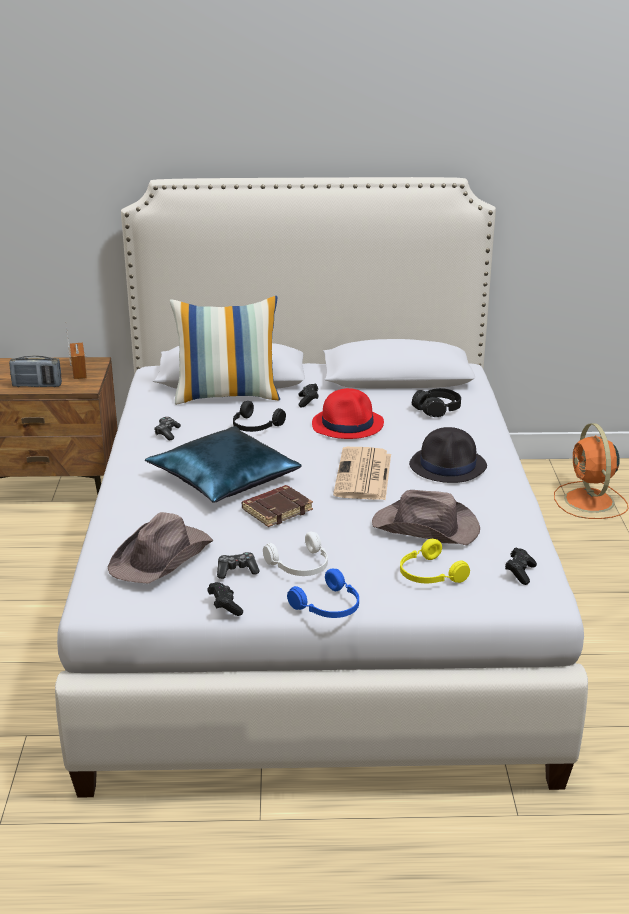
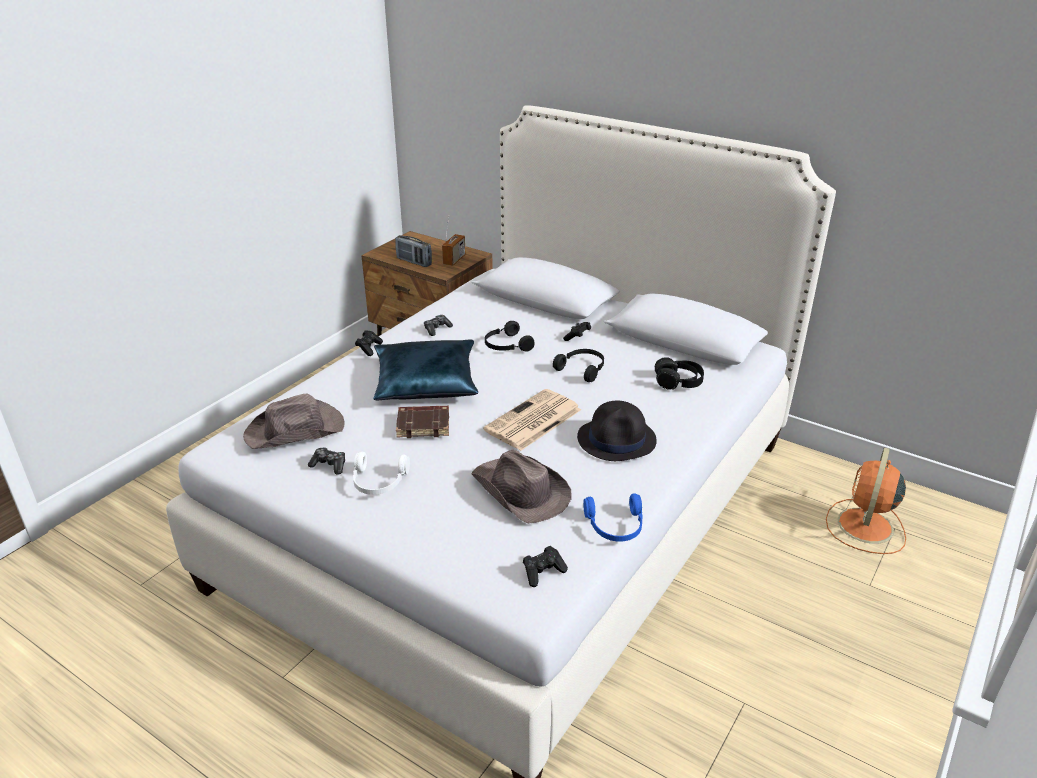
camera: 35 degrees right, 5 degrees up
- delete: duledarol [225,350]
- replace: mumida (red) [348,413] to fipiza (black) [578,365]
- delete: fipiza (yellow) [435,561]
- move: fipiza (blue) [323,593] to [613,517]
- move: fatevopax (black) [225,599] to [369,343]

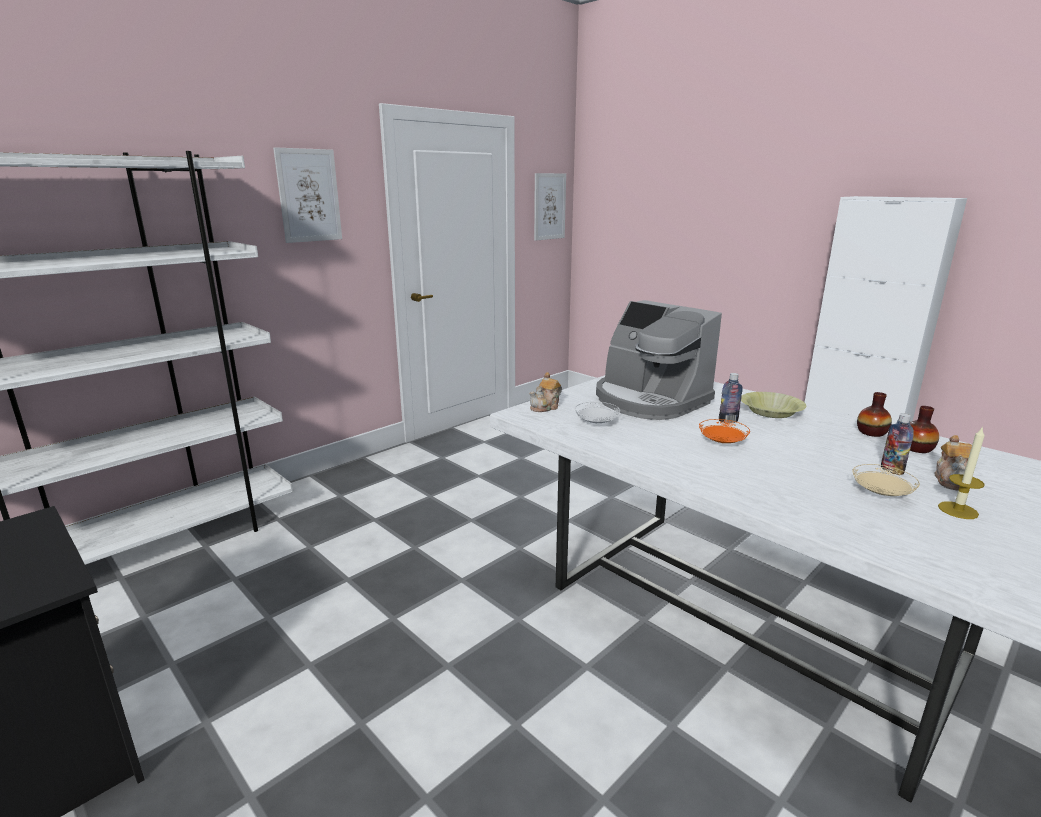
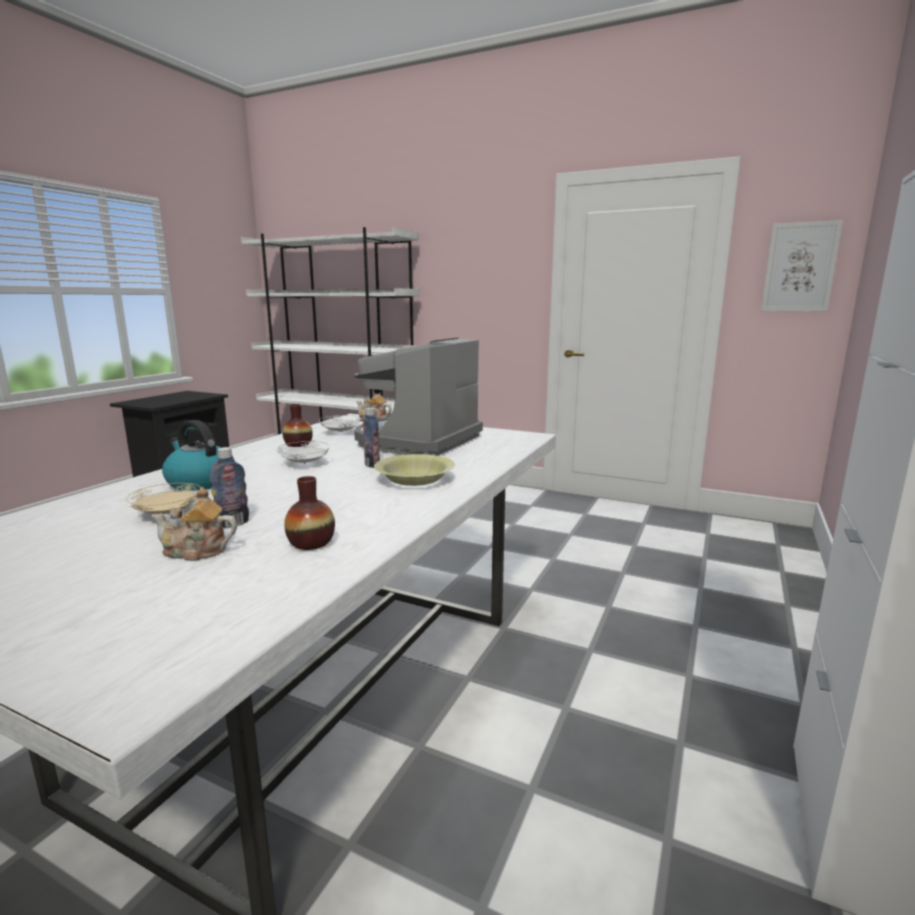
camera: 70 degrees right, 5 degrees down
- delete: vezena [307,195]
- move: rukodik [874,414] to [297,425]
- recolor: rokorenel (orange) [724,431] to rokorenel (white) [303,452]
- delete: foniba [961,472]
- insert: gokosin [198,455]

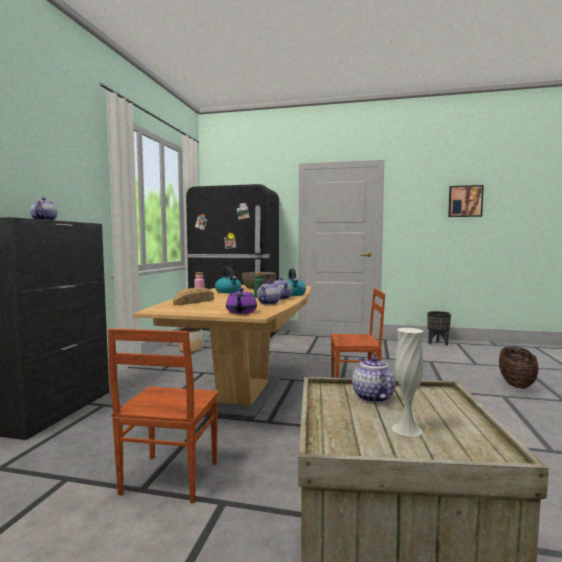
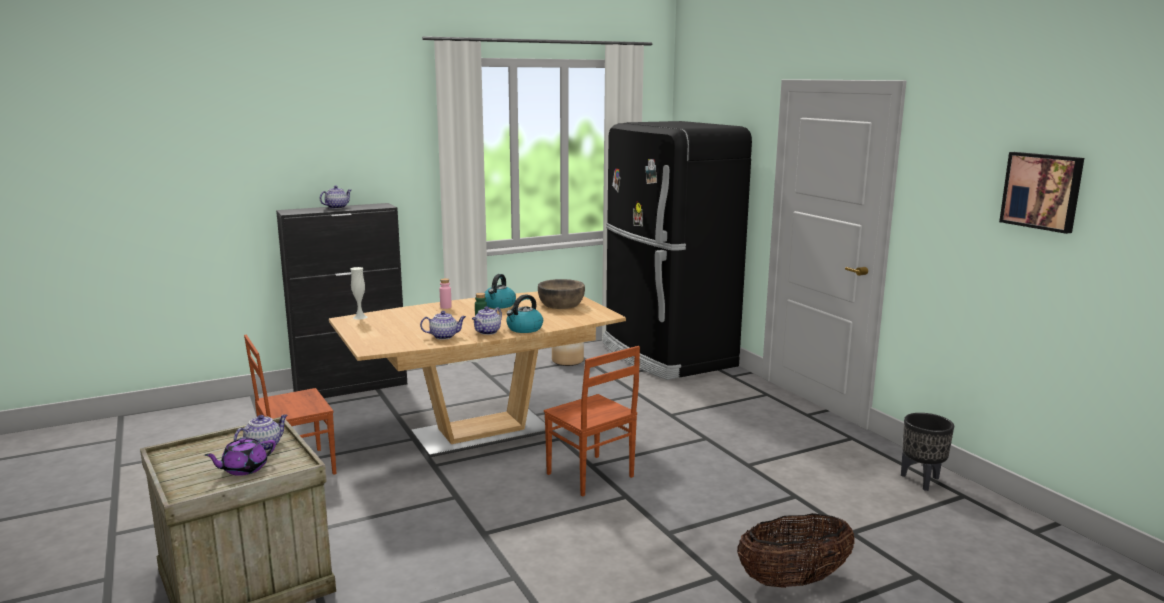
camera: 50 degrees right, 10 degrees up
- delete: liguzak [193,296]
- move: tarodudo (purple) [241,301] to [240,456]
- move: rukodik (white) [407,382] to [359,293]

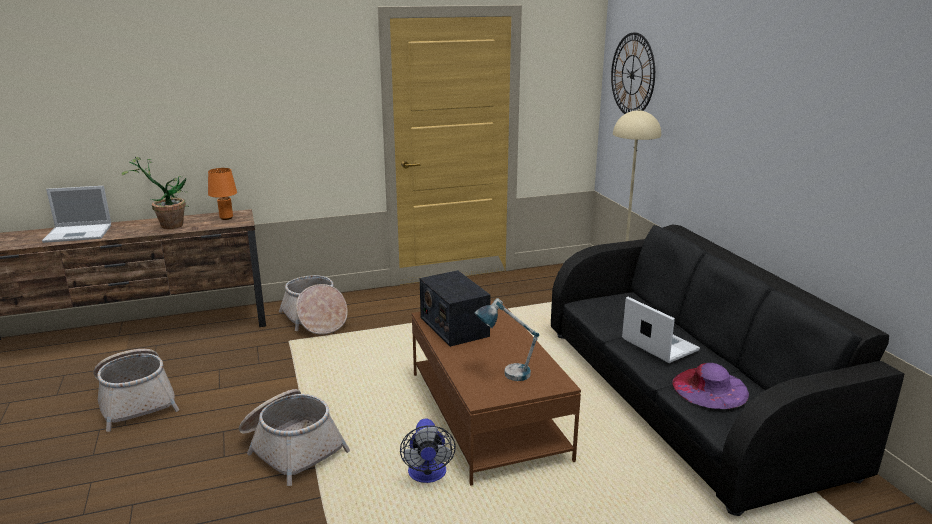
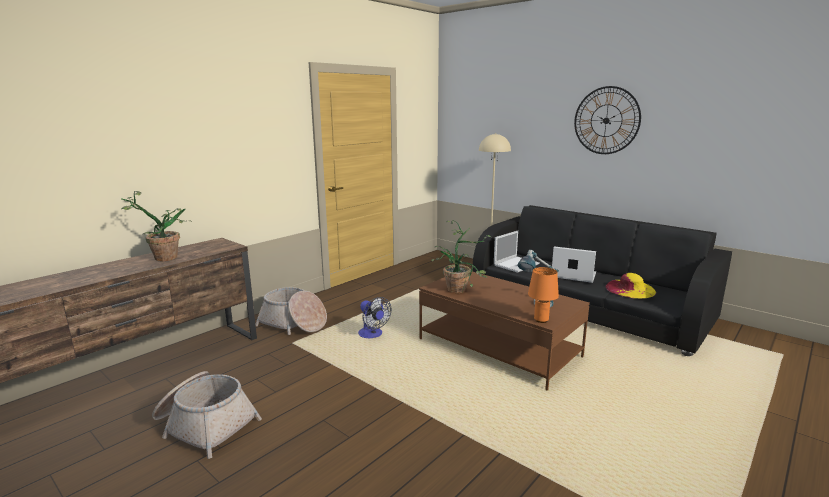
camera: 30 degrees left, 5 degrees down
- move: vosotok [633,73] to [607,120]
- move: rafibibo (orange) [222,194] to [543,295]
- move: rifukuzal [76,214] to [517,252]
- replace: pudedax [455,308] to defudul [461,257]
- recolor: mumida (purple) [710,386] to mumida (yellow) [630,286]
- delete: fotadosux [294,437]
- move: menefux [428,451] to [374,317]

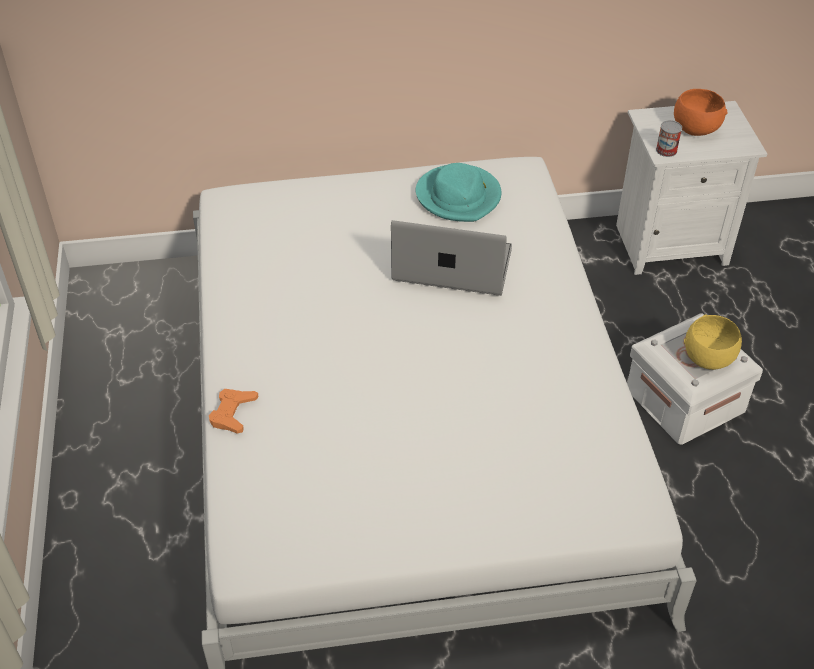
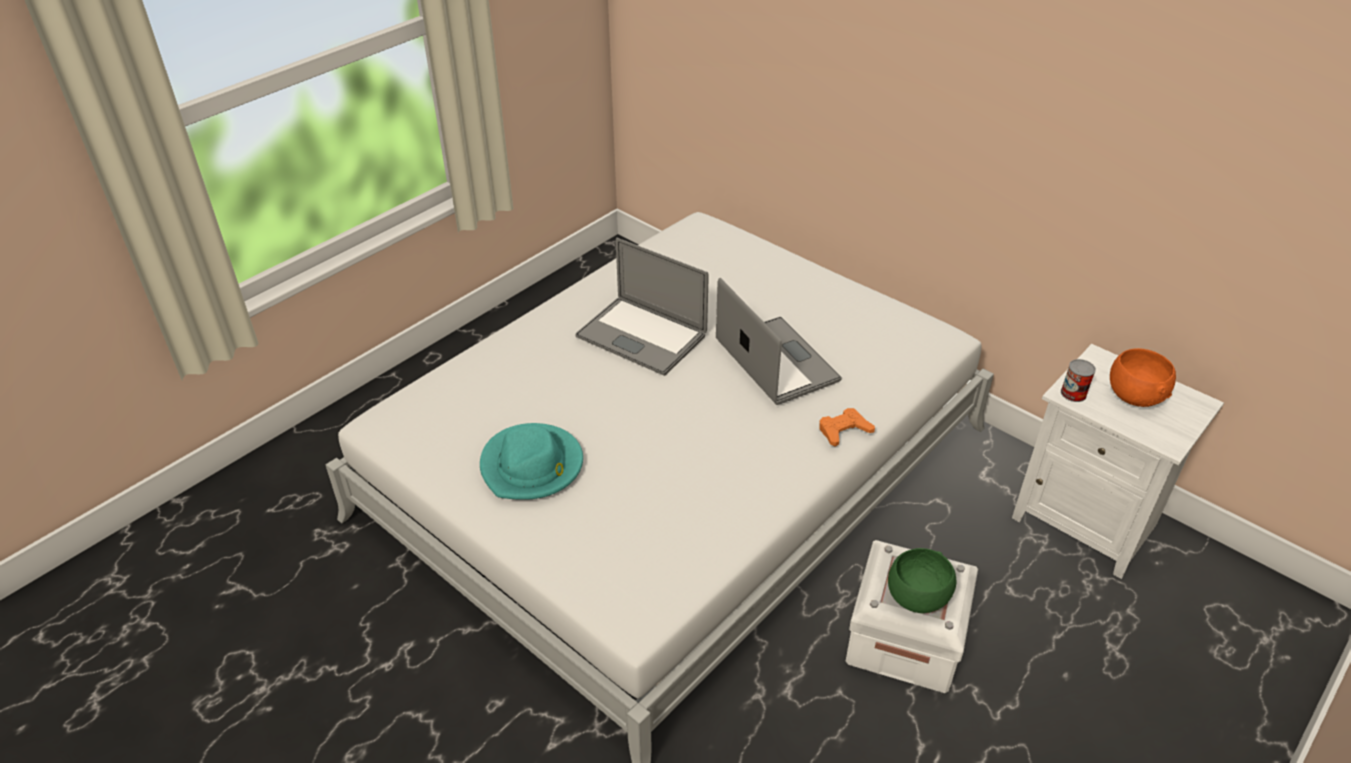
camera: 50 degrees right, 5 degrees down
- move: mumida (turquoise) [459,192] to [531,461]
- recolor: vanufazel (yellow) [713,342] to vanufazel (green) [922,580]
- move: fatevopax (orange) [234,411] to [847,427]
- insert: rifukuzal [642,307]

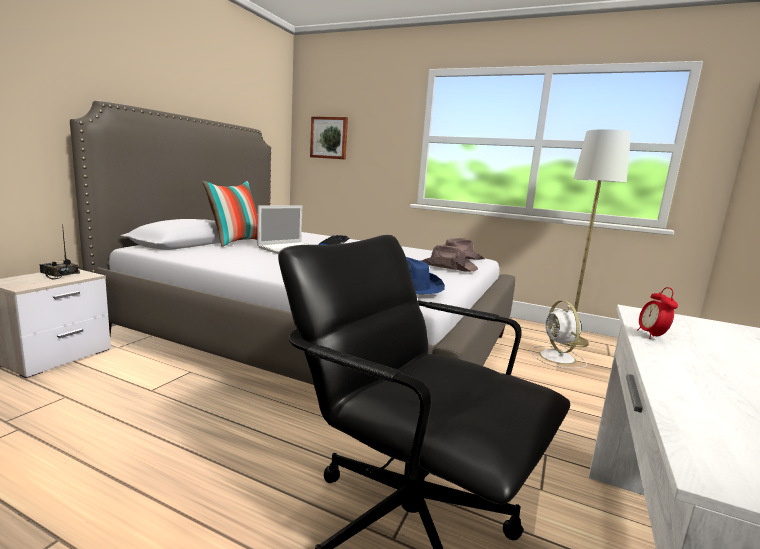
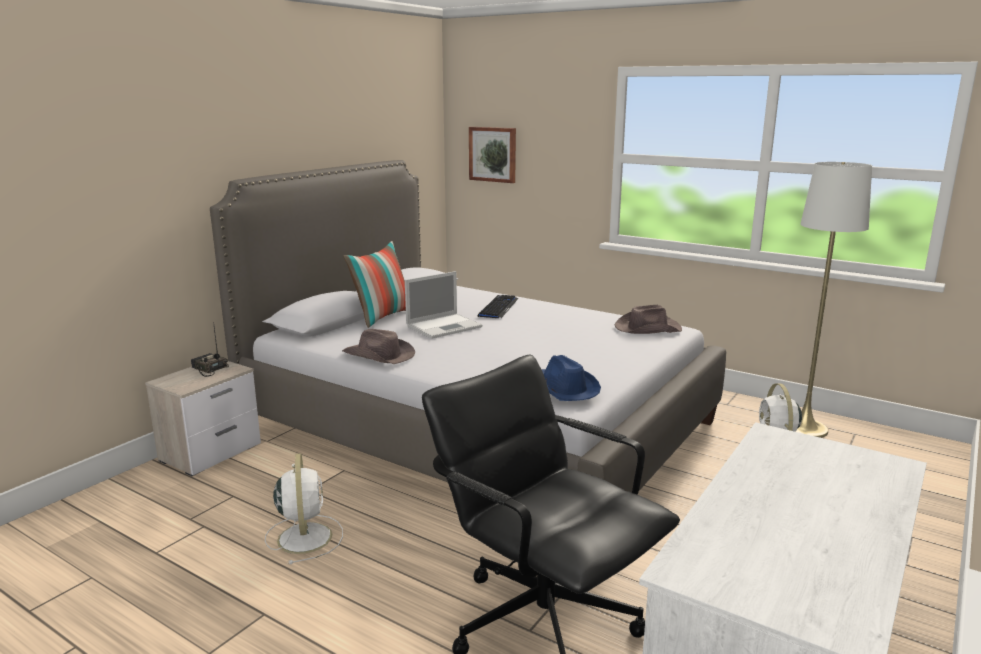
camera: 10 degrees right, 5 degrees up
- move: mumida (brown) [448,258] to [378,346]
- delete: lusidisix [657,313]
- insert: menefux (white) [304,508]

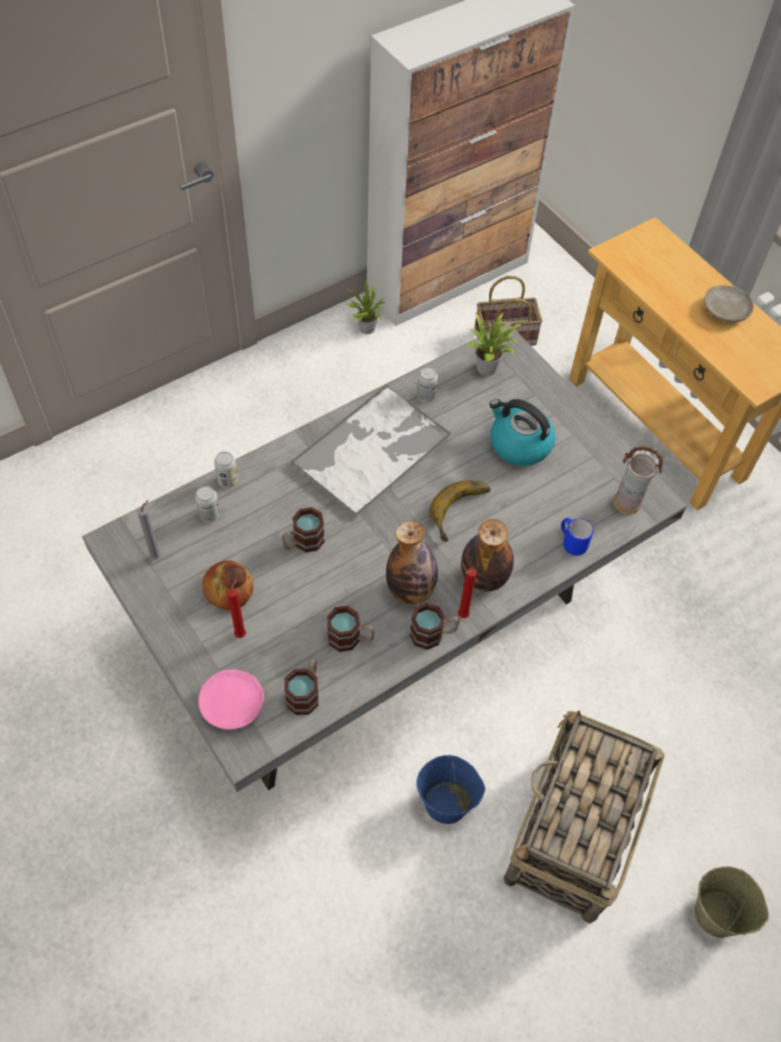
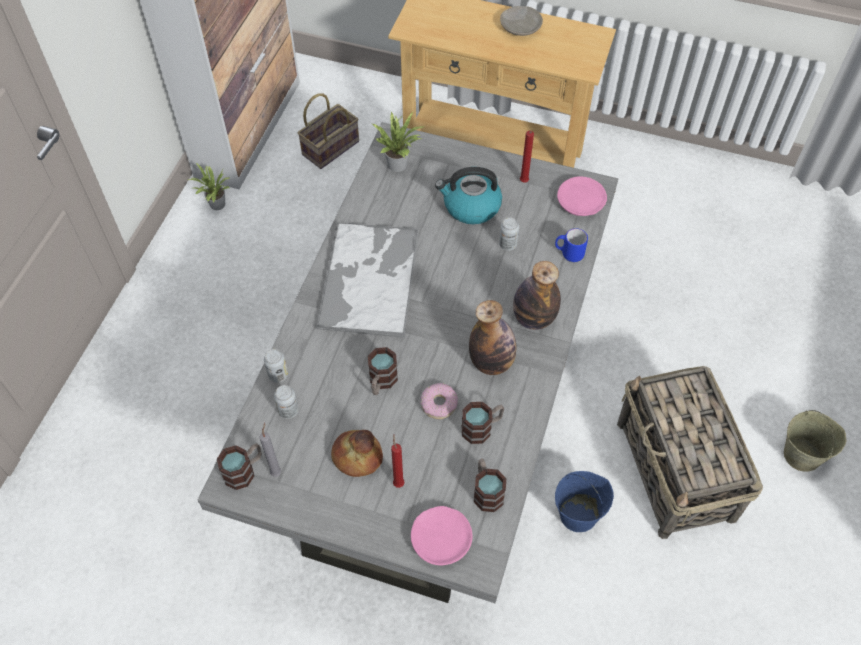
camera: 35 degrees left, 0 degrees up
- move: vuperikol [427,385] to [509,234]
- replace: rukodik [638,480] to rokorenel (pink) [582,196]
- delete: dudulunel [460,511]
- move: foniba (red) [467,593] to [527,156]
- move: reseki [435,626] to [239,467]
- insert: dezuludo [439,401]

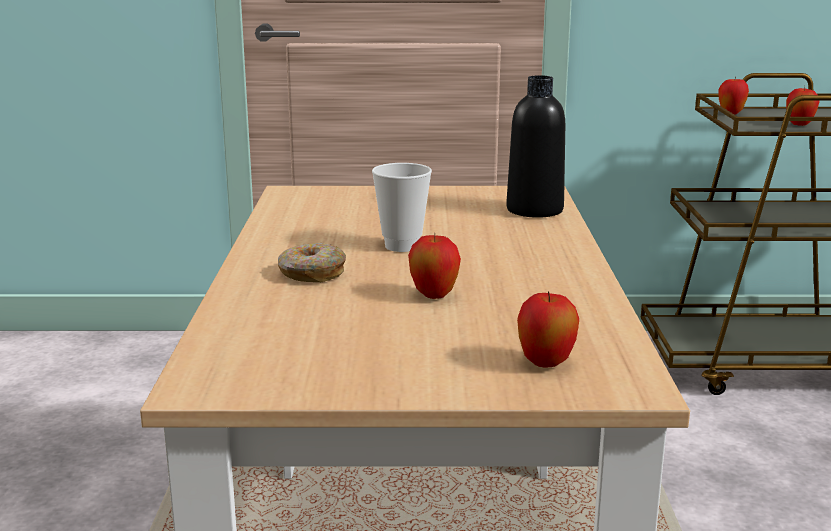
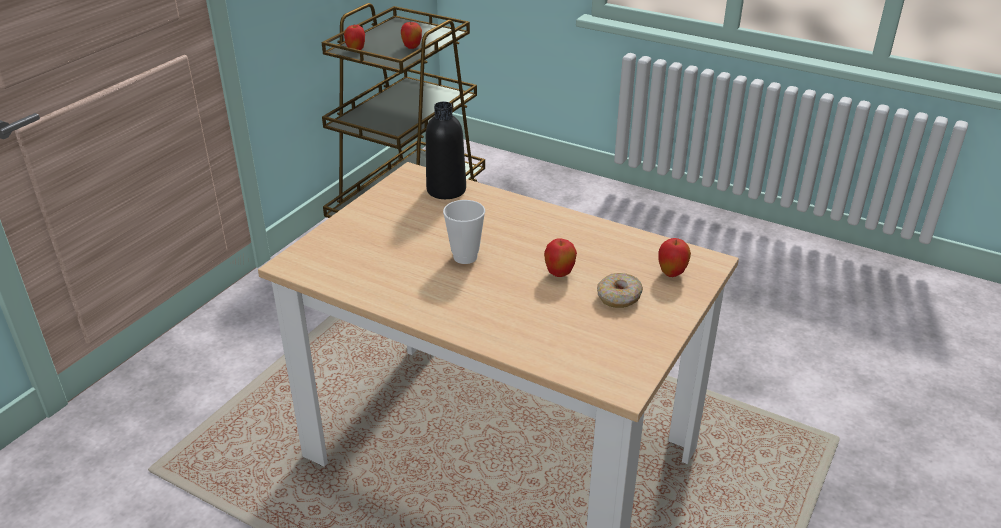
camera: 60 degrees left, 15 degrees up
- move: dezuludo [312,262] to [620,290]

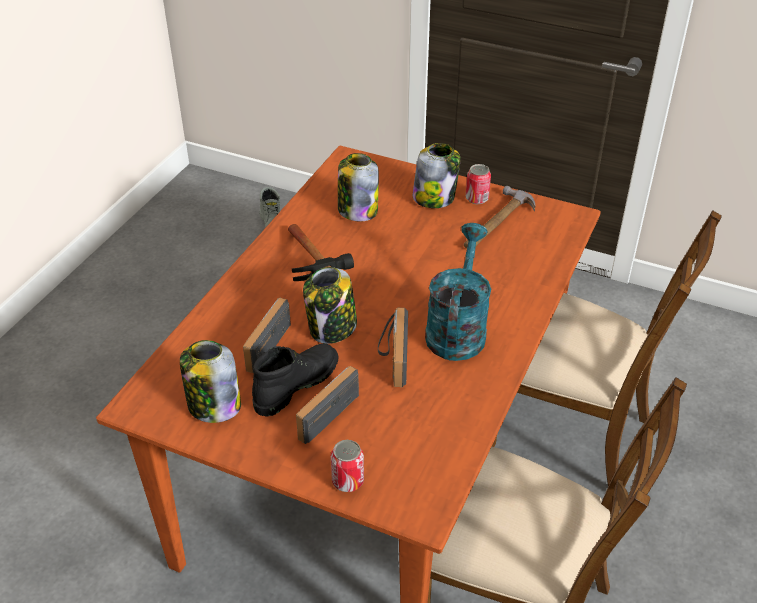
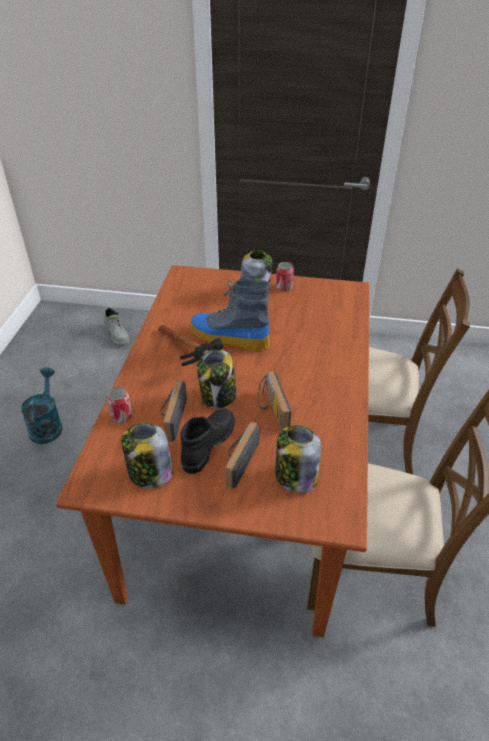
camera: 15 degrees left, 0 degrees up
- move: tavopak [358,187] to [298,459]
- delete: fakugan [499,217]
- move: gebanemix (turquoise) [458,292] to [42,406]
- move: vuperikol [347,466] to [119,405]
- insert: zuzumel [230,314]

